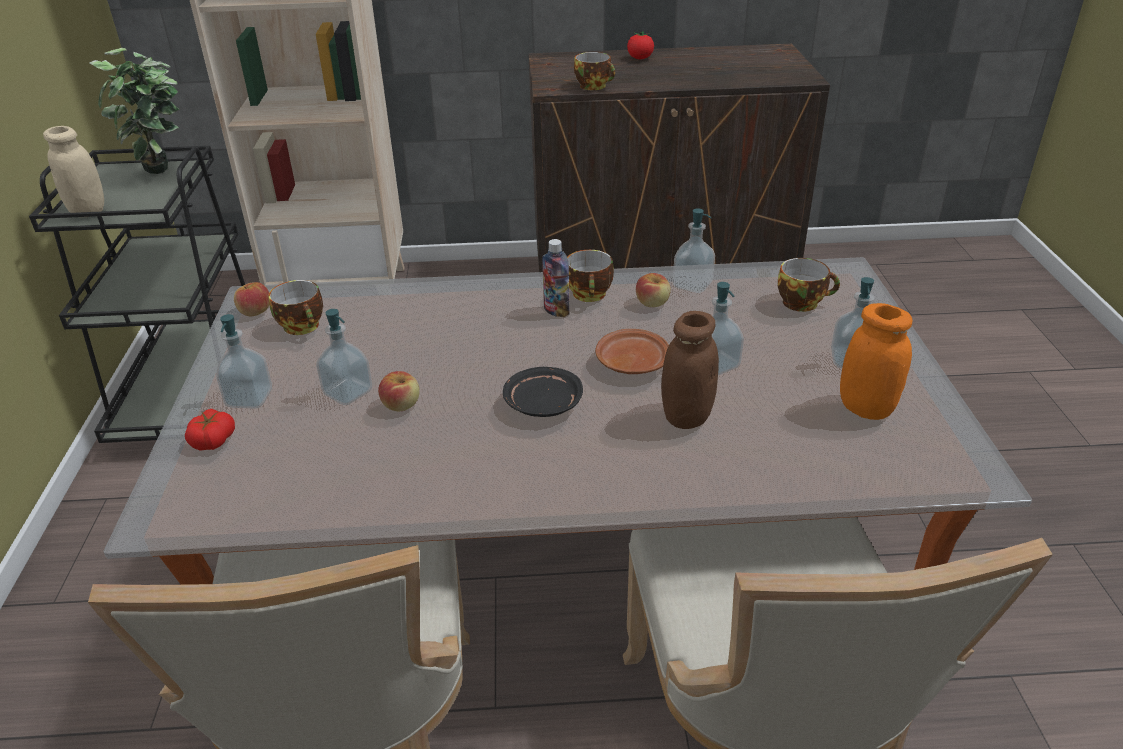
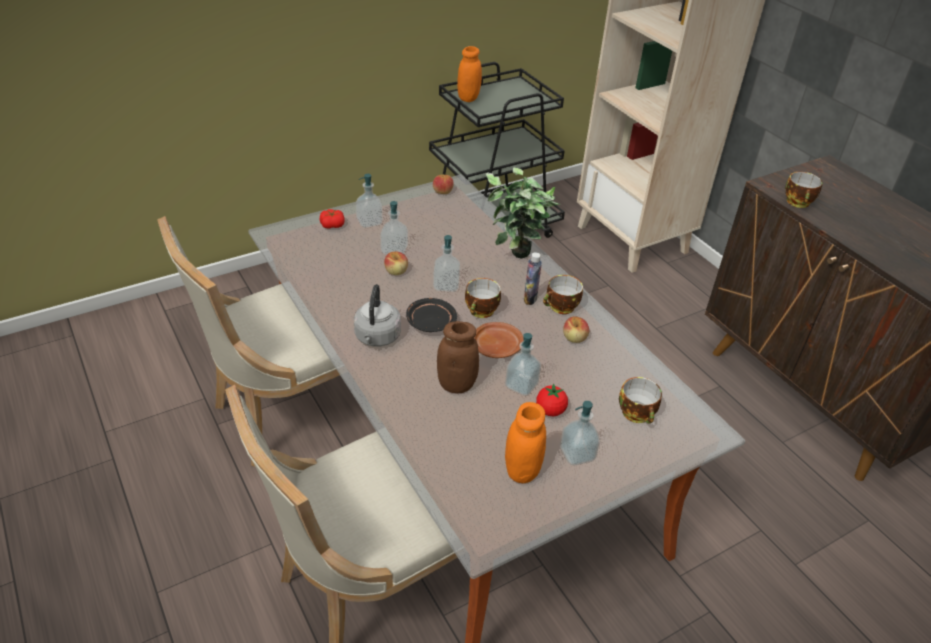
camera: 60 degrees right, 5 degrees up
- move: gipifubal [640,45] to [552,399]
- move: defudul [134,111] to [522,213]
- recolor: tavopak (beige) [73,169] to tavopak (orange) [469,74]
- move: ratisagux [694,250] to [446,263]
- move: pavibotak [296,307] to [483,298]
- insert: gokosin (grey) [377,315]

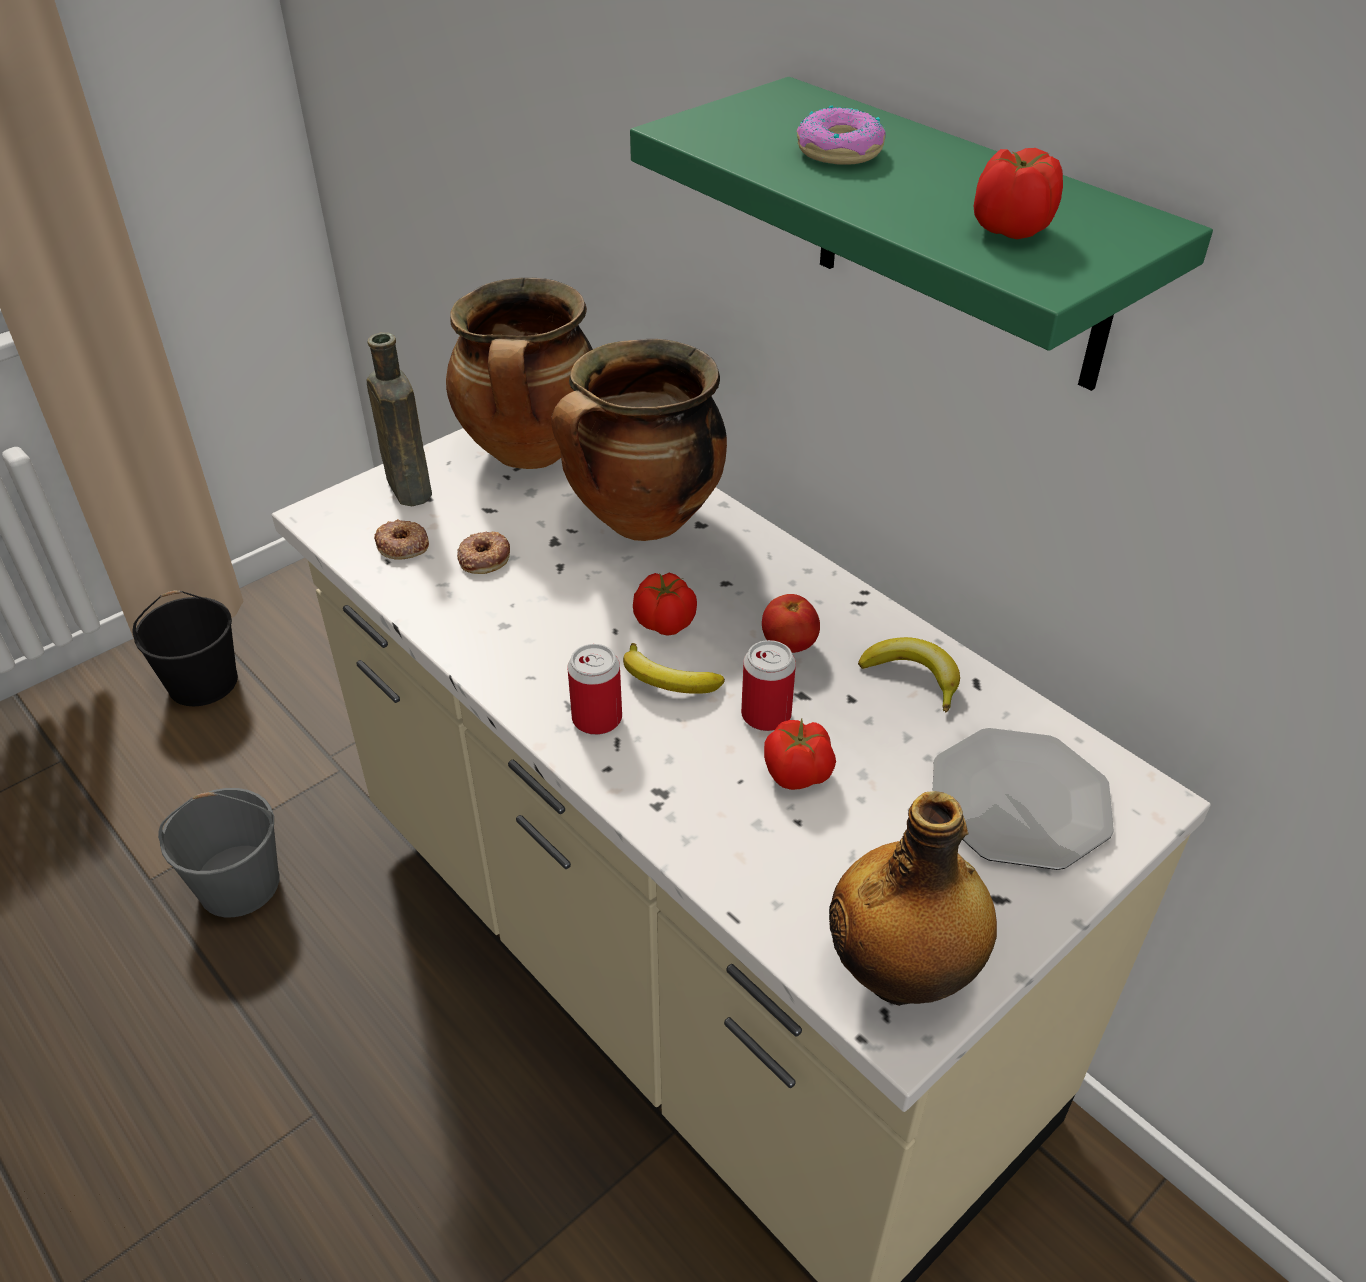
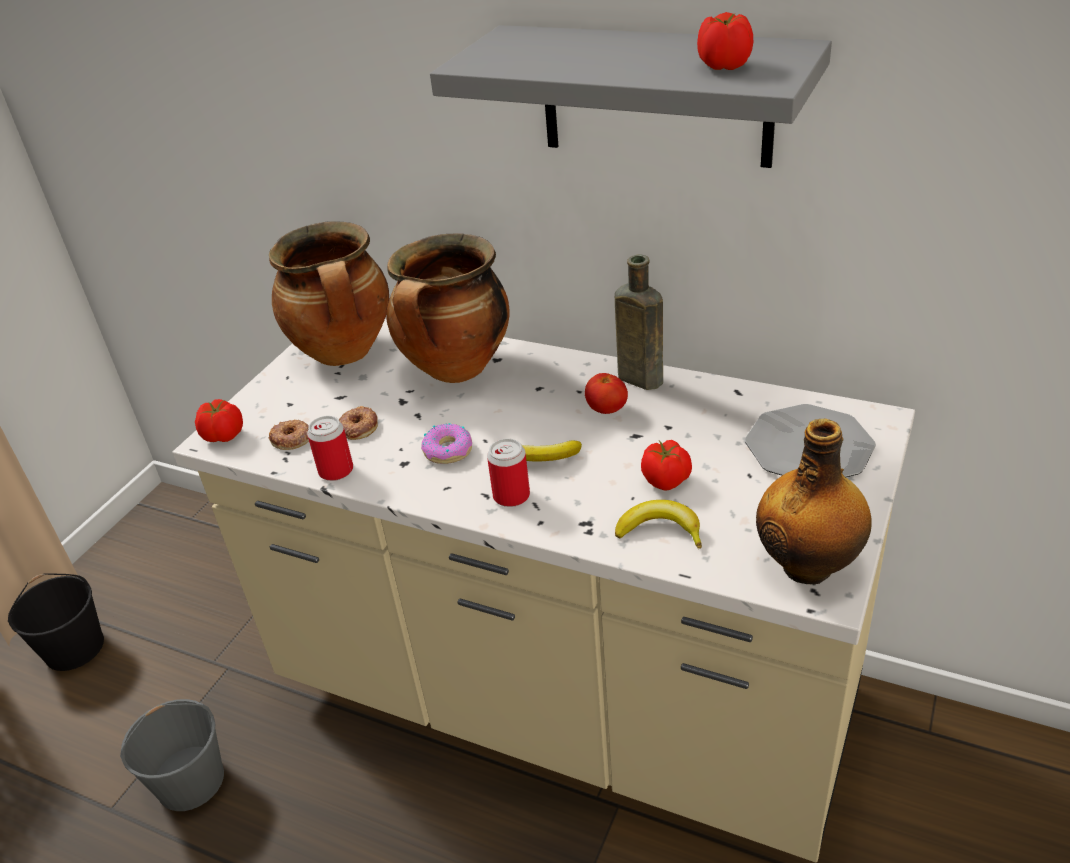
camera: 20 degrees left, 5 degrees down
- recolor: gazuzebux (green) [921,234] to gazuzebux (grey) [631,96]
- move: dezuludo [841,135] to [446,443]
- move: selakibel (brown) [399,419] to [639,322]
- move: gipifubal [665,604] to [219,420]
- move: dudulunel [909,674] to [658,524]
- move: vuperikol [768,685] to [330,448]

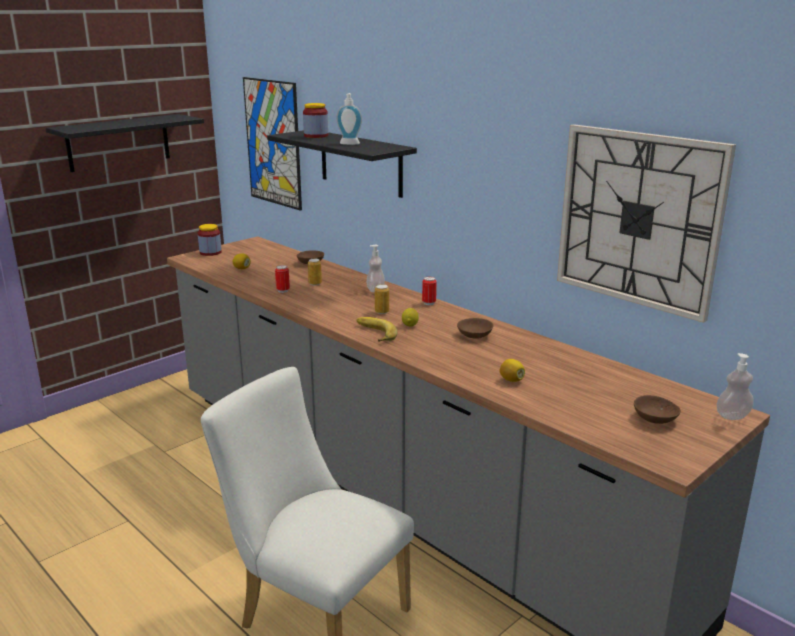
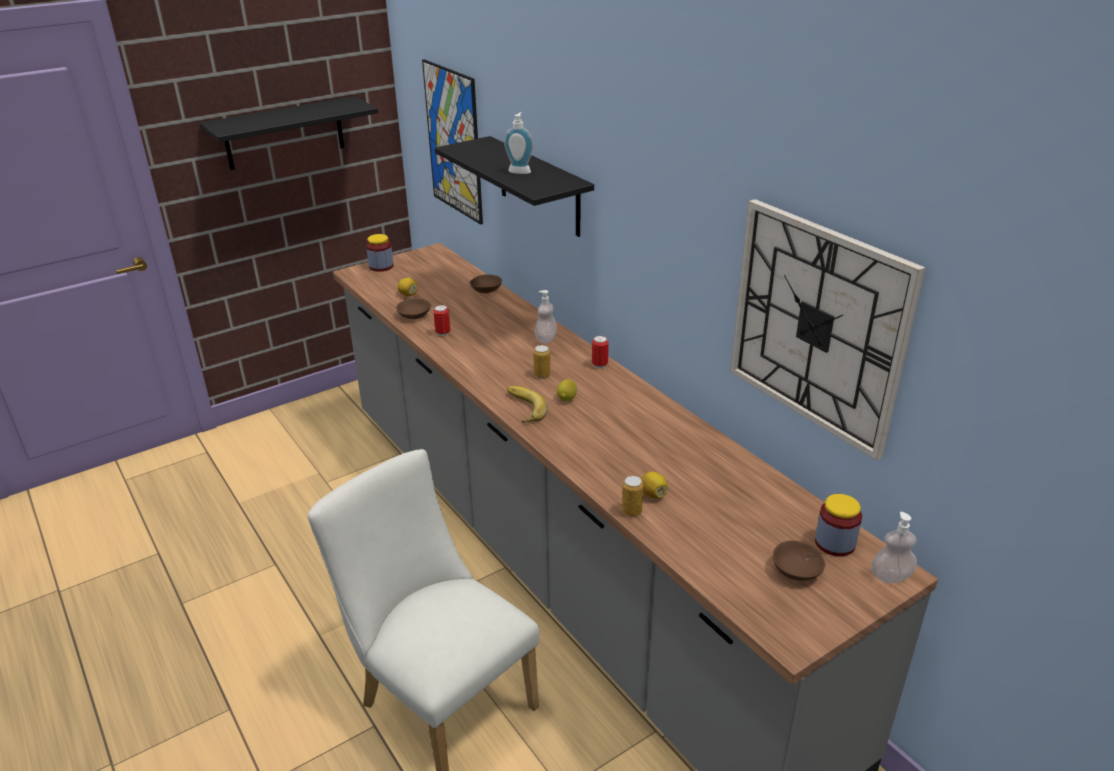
camera: 10 degrees right, 10 degrees up
- move: tavopak [315,120] to [838,525]
- move: vuperikol [315,272] to [632,496]
- move: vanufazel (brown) [475,328] to [413,308]

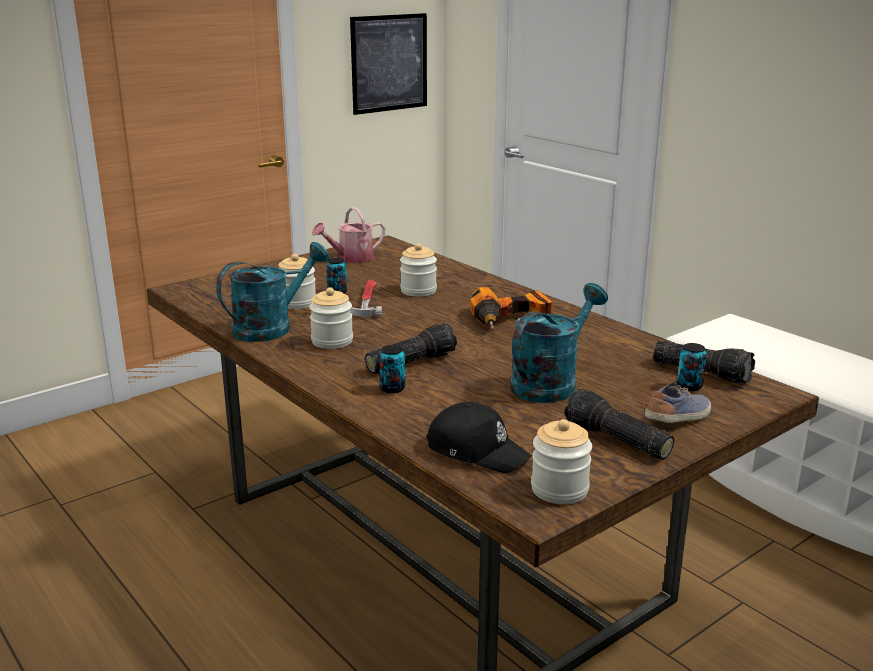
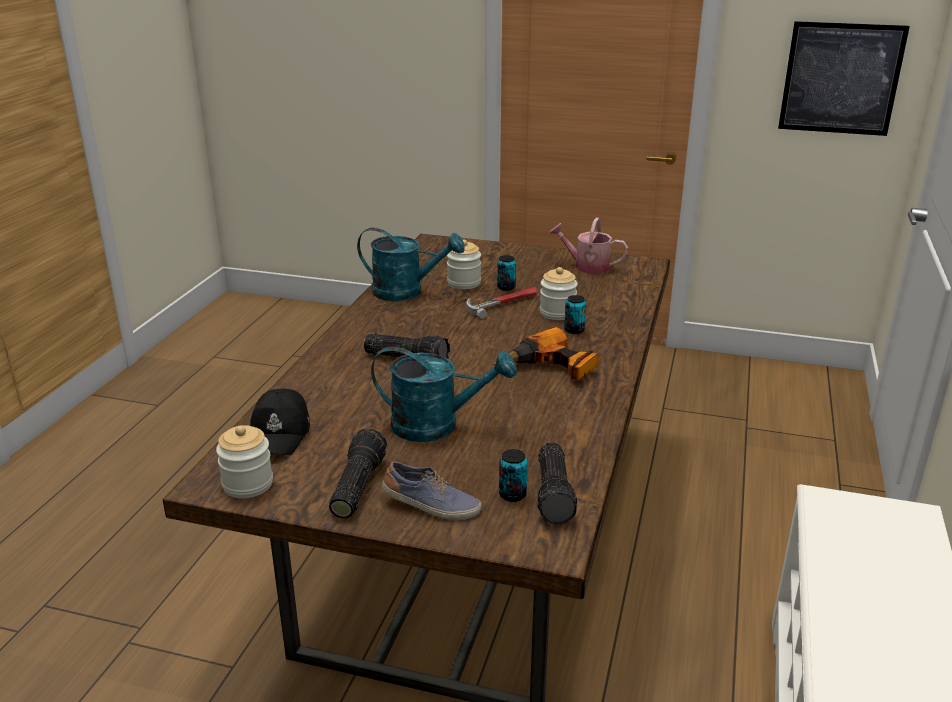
camera: 55 degrees right, 5 degrees up
- delete: tavopak [331,318]
- move: vuperikol [392,369] to [575,314]

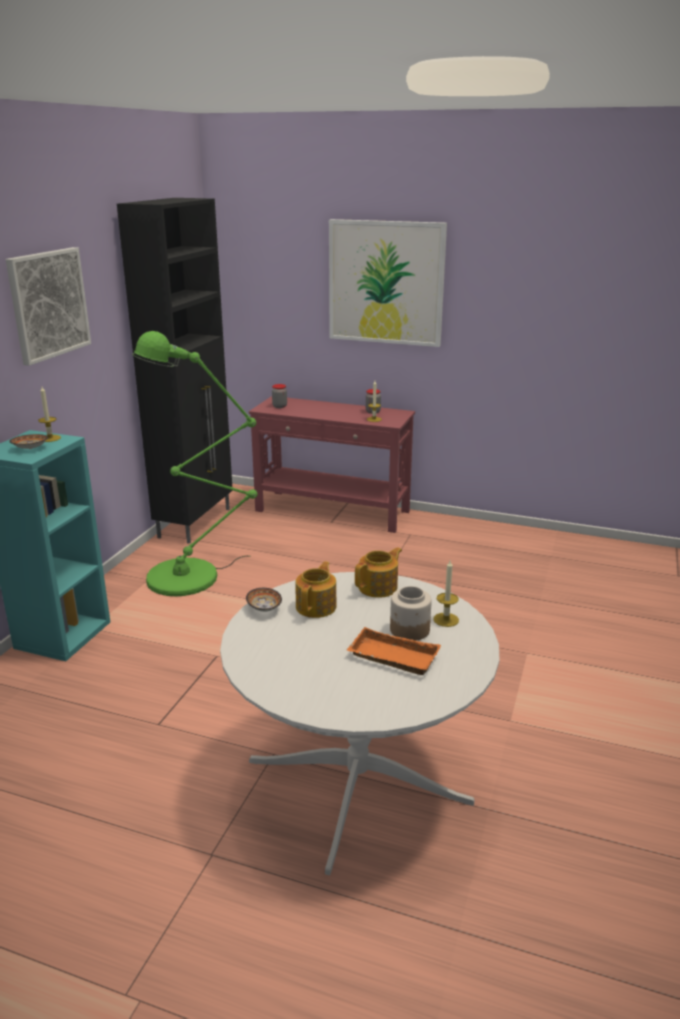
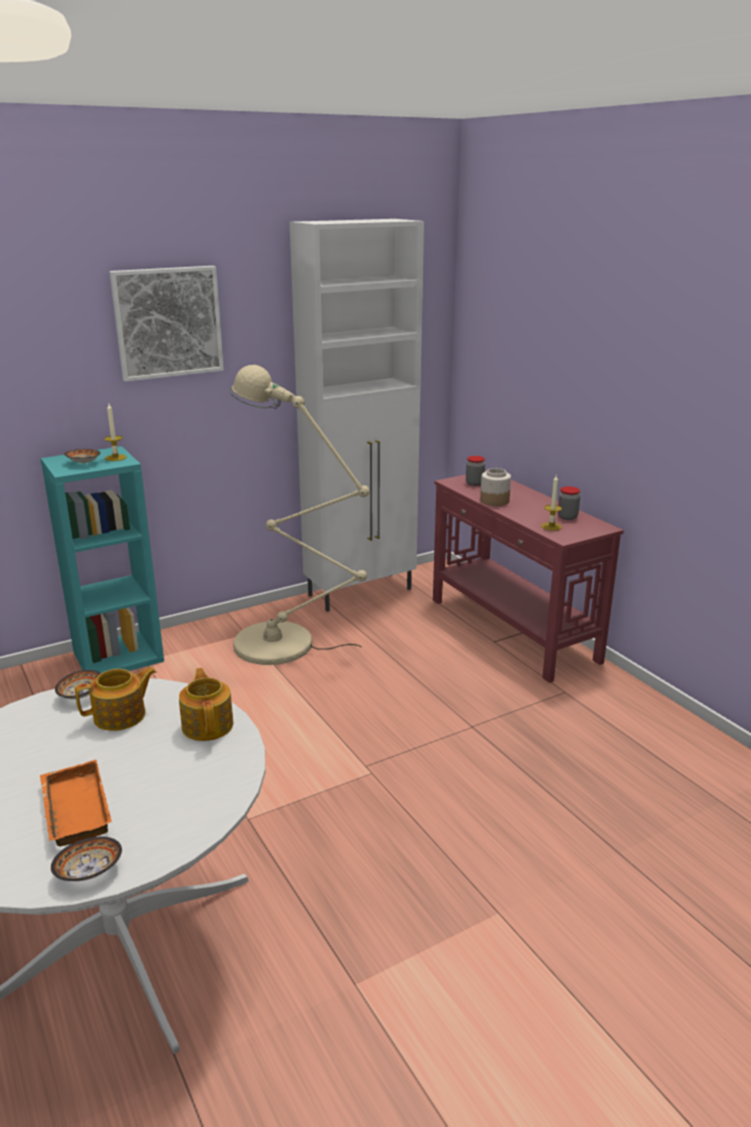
camera: 40 degrees right, 0 degrees up
- recolor: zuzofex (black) [175,371] to zuzofex (white) [357,415]
- delete: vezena [388,283]
- recolor: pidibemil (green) [194,463] to pidibemil (beige) [299,515]
- rotate: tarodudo [378,572] = [206,704] 105 degrees counterclockwise
- delete: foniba [446,593]
- move: tavopak [411,613] to [495,487]
- insert: vanufazel [86,859]

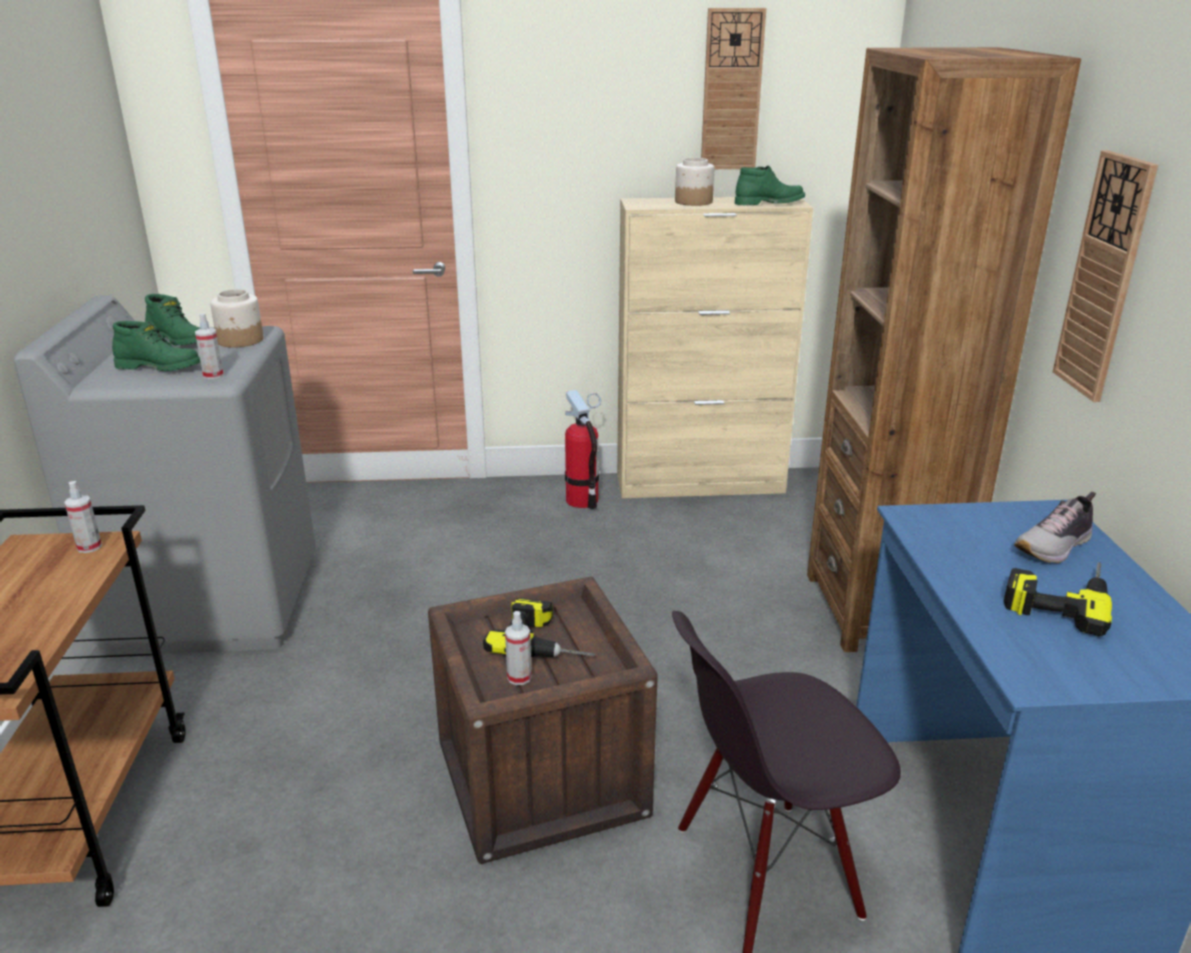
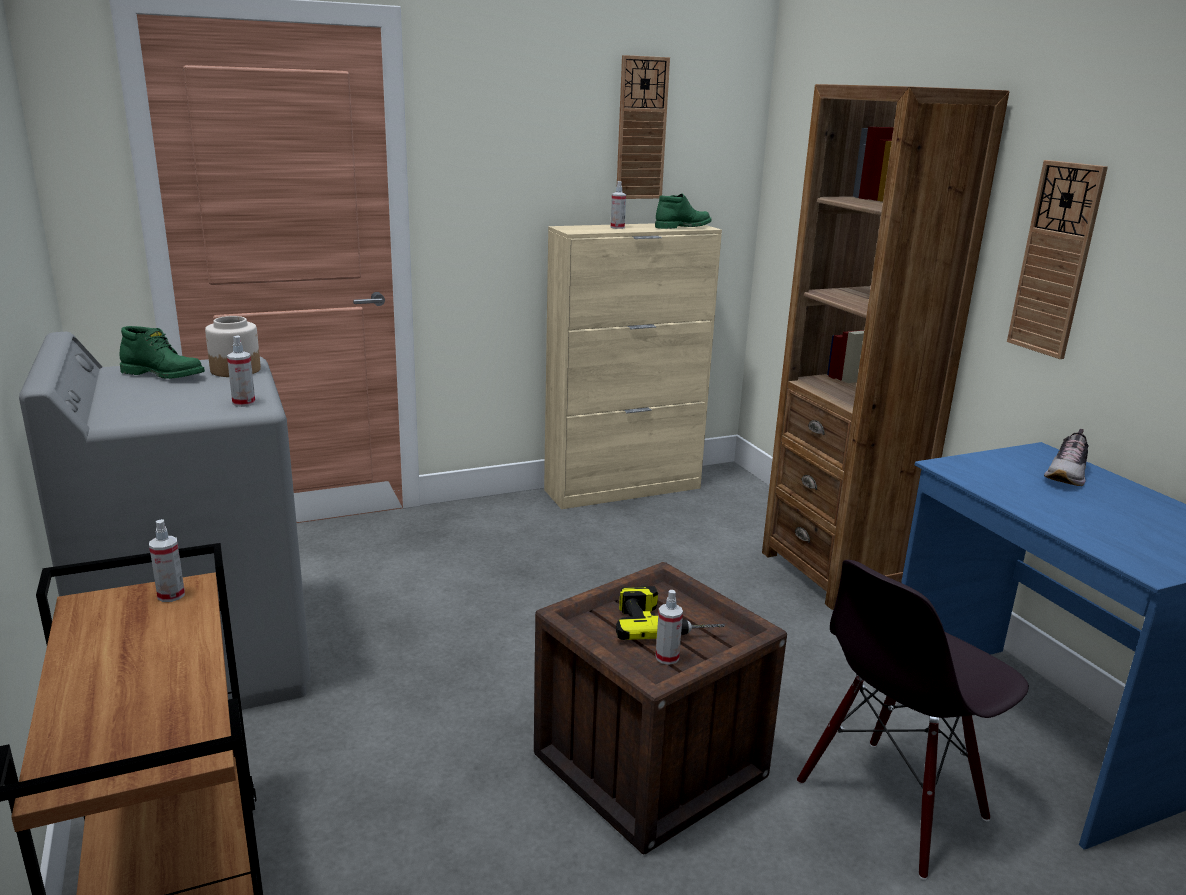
camera: 20 degrees left, 5 degrees down
- replace: tavopak [694,182] to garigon [618,205]
- delete: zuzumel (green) [156,346]
- delete: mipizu [583,449]
- delete: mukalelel [1058,599]

